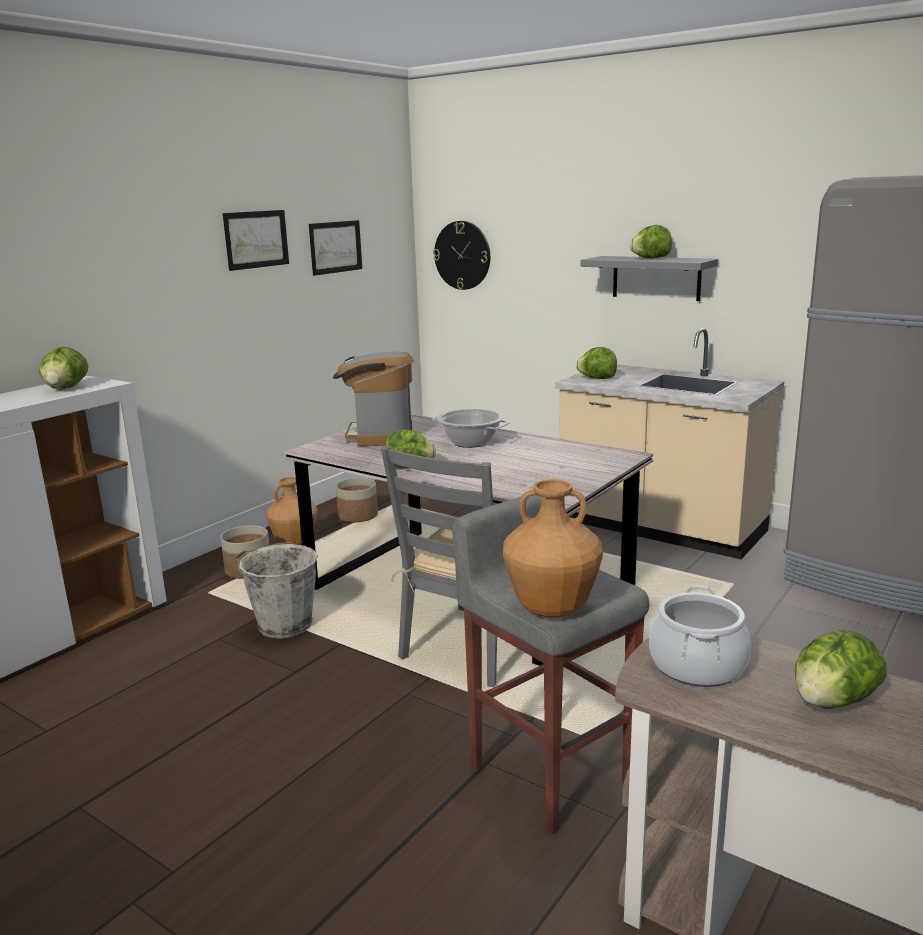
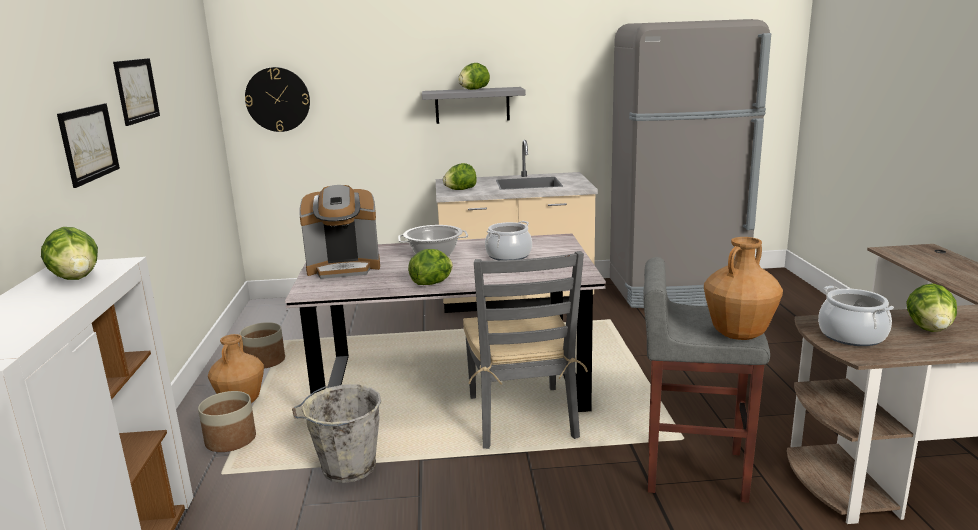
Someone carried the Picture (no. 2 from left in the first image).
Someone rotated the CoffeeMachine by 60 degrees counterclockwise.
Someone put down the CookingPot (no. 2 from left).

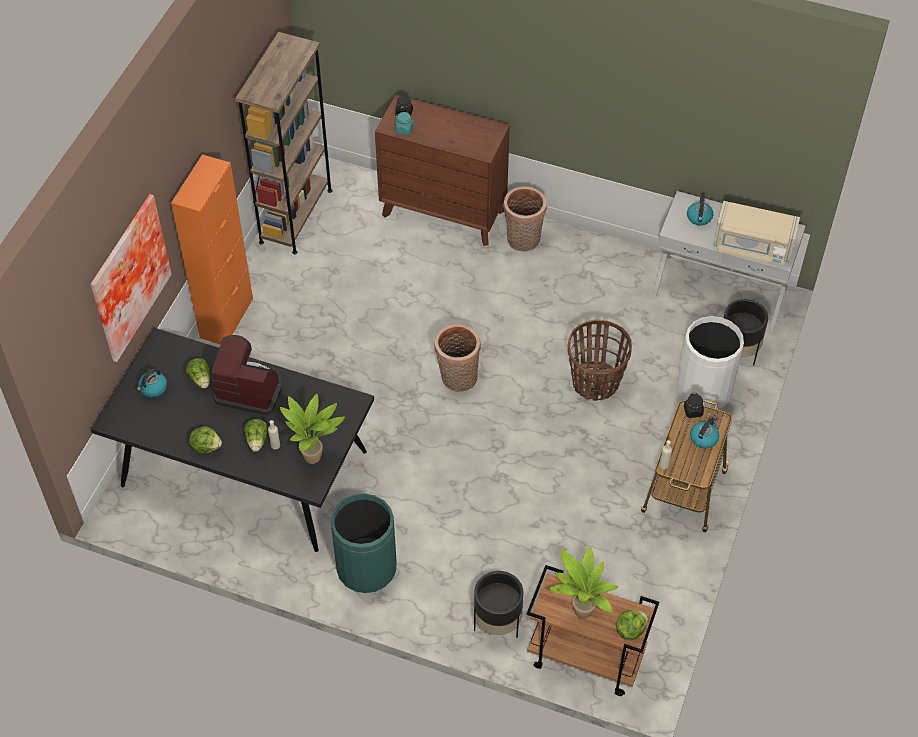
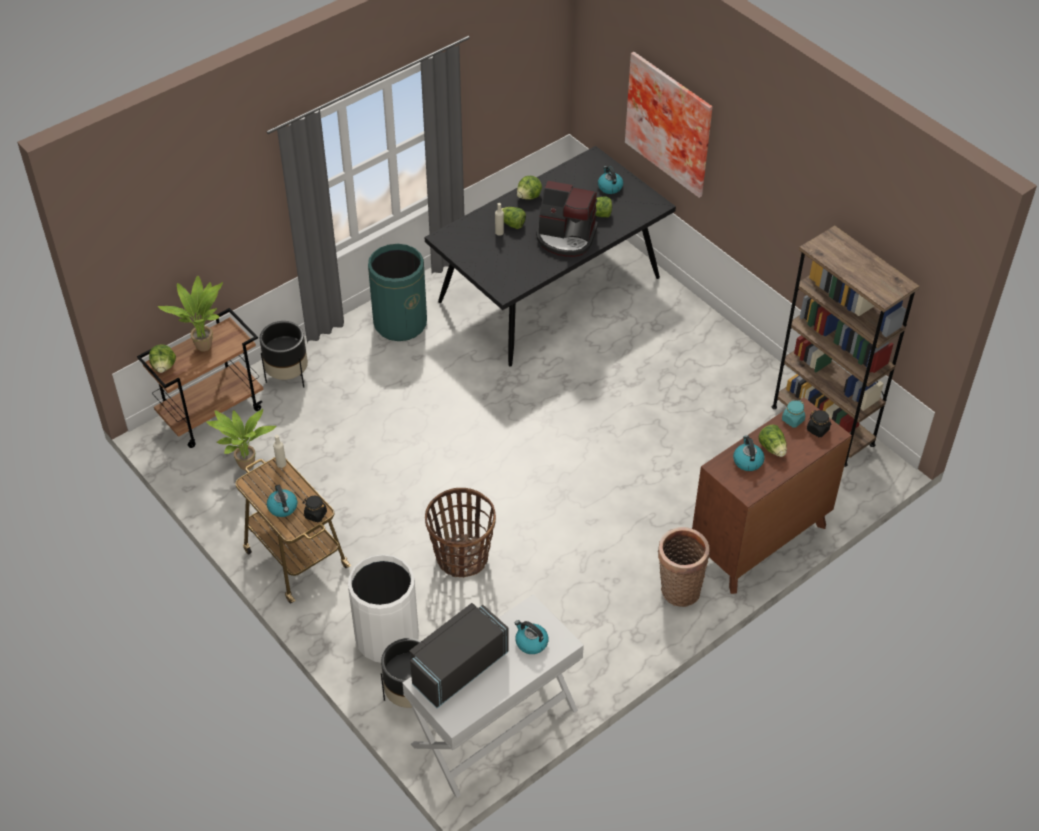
Someone took away the OrangeCabinet.
Someone rotated the CoffeeMachine by 60 degrees clockwise.
Someone carried the PottedPlant (no. 1 from left in the first image).
Someone took away the Basket (no. 1 from left).
Someone repainted the BeigeMicrowave, which became the BlackMicrowave.
Someone put down the Kettle (no. 4 from left).
Someone put down the Lettuce (no. 5 from left).

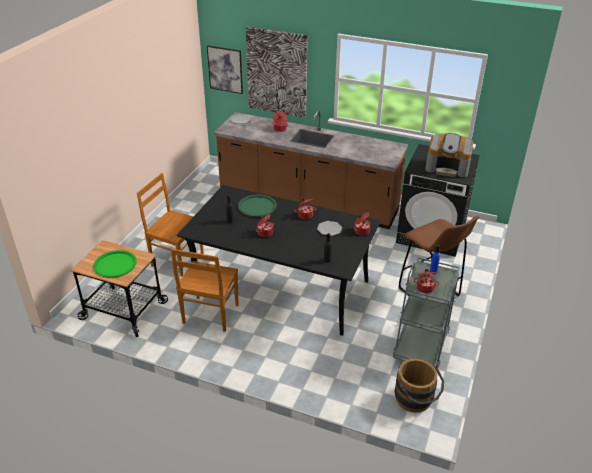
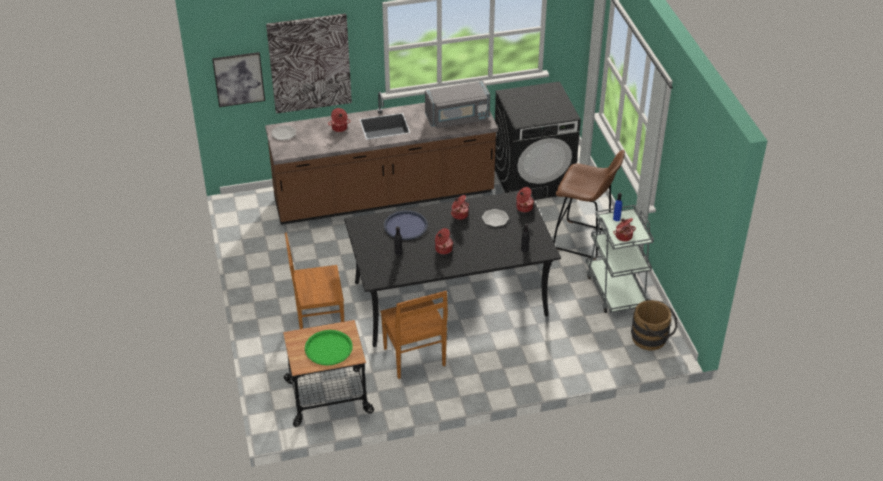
Someone repainted the GreenTray (no. 2 from left), which became the BlueTray.
Someone took away the CoffeeMachine.
Someone put down the GreyMicrowave.

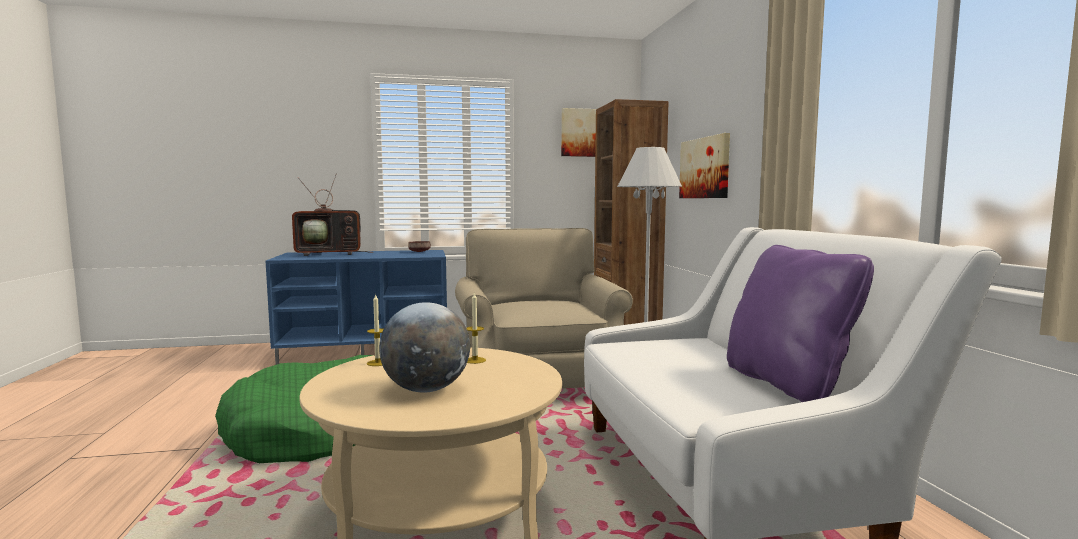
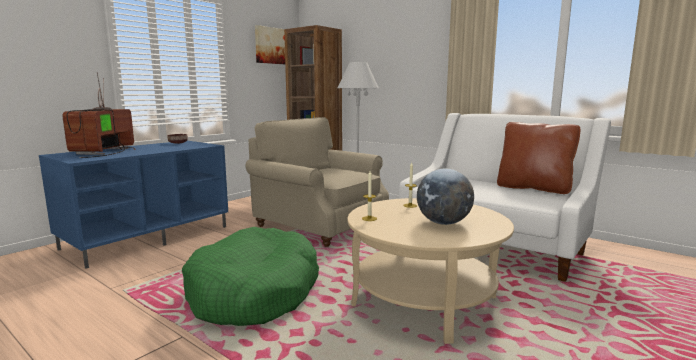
Someone rotated the Television by 150 degrees clockwise.
Someone took away the Picture (no. 2 from left).
Someone repainted the PurplePillow, which became the BrownPillow.

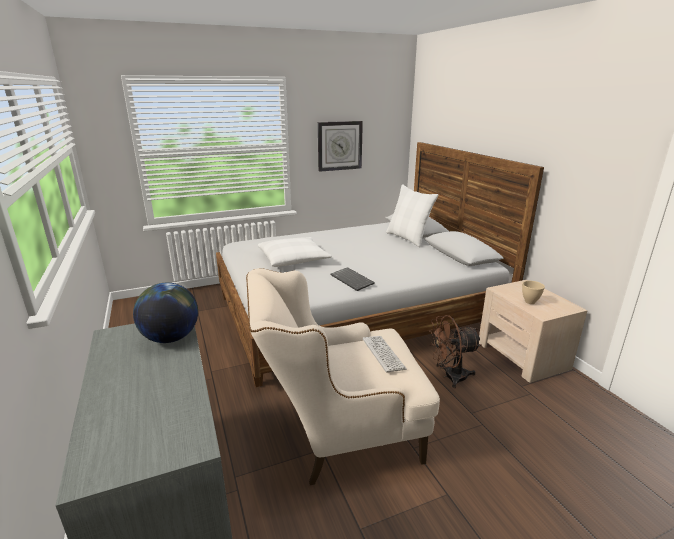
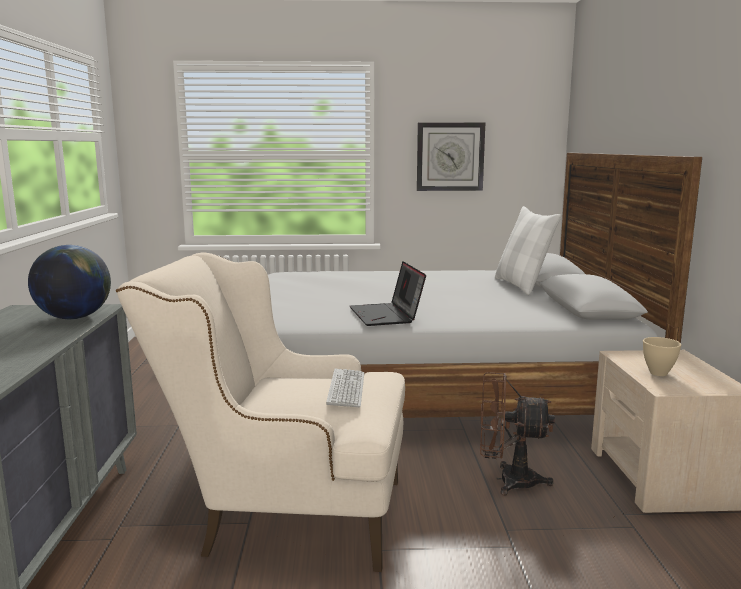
Someone took away the WhitePillow (no. 1 from left).
Someone swapped the Keyboard (no. 1 from left) for the Laptop.

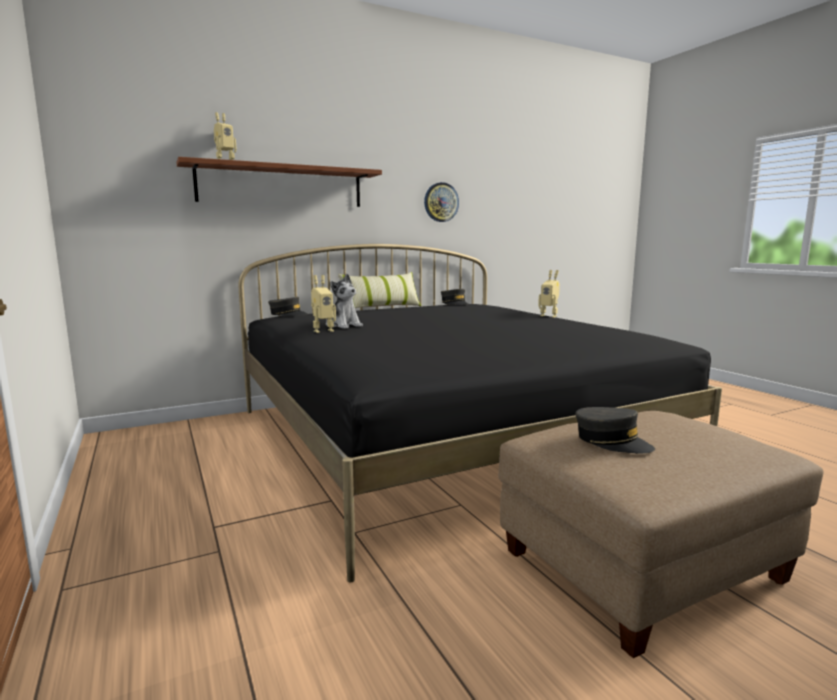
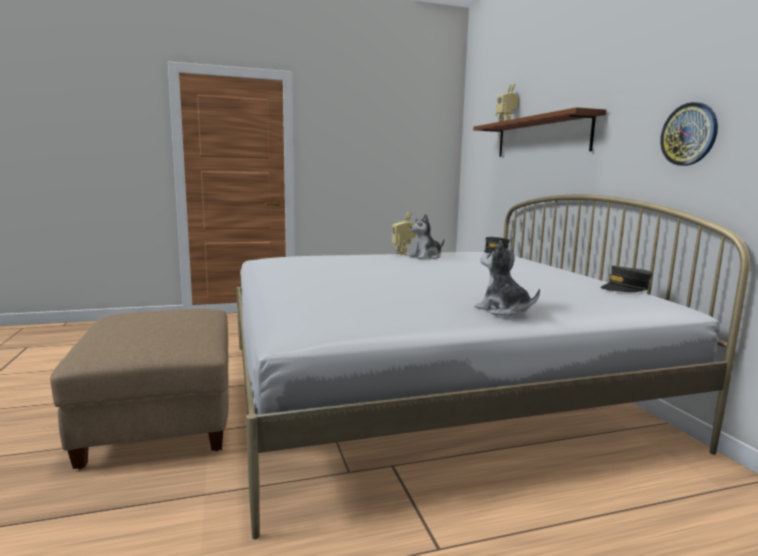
Someone repainted the BlackBed, which became the WhiteBed.
Someone took away the Pillow.
Someone swapped the ToyRobot (no. 3 from left) for the PlushToy (no. 2 from left).
Someone took away the GreyCap (no. 3 from left).

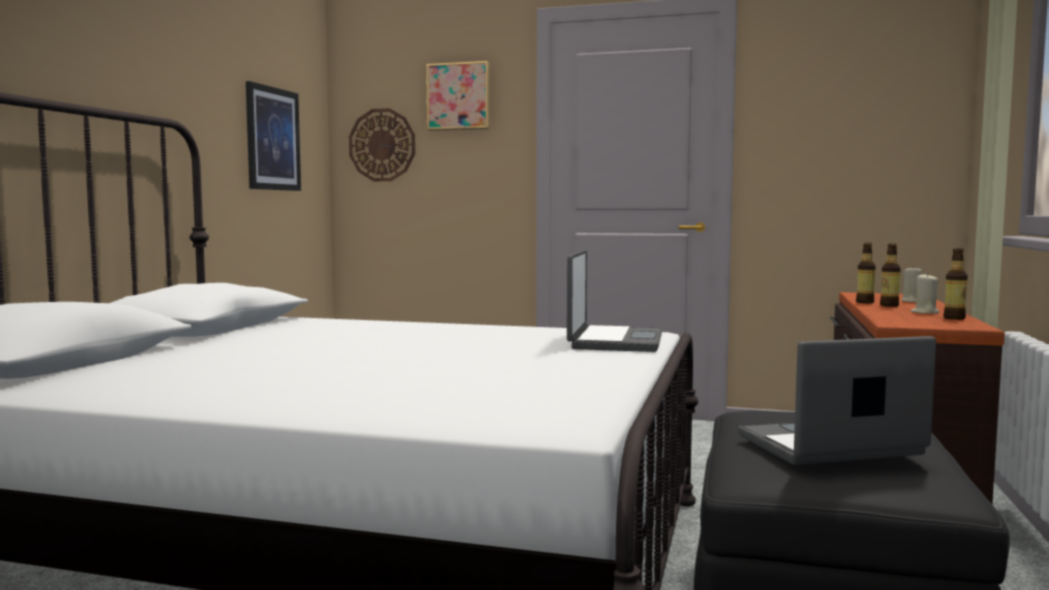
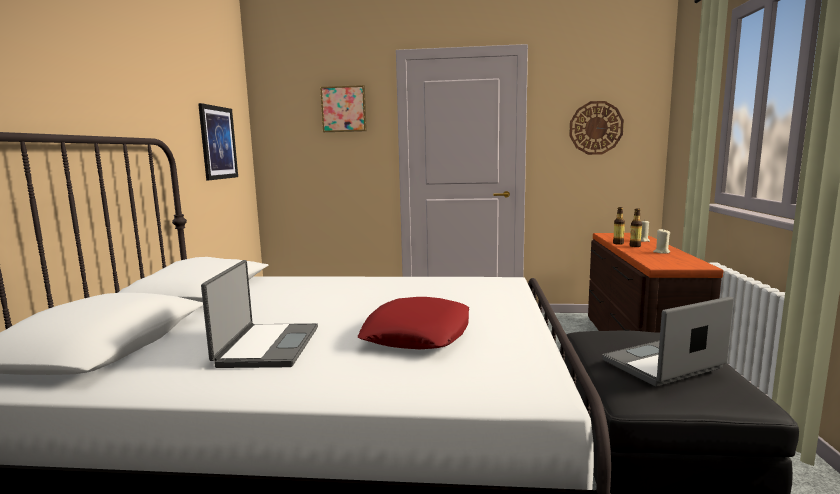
Someone carried the WallClock.
Someone carried the Laptop (no. 1 from left).
Someone took away the Bottle (no. 3 from left).
Someone put down the RedPillow.

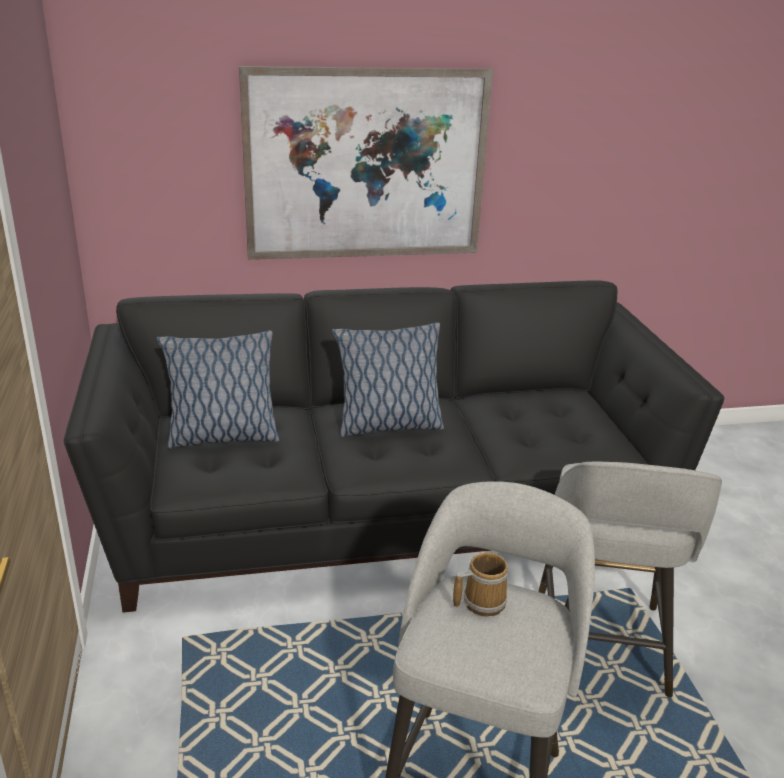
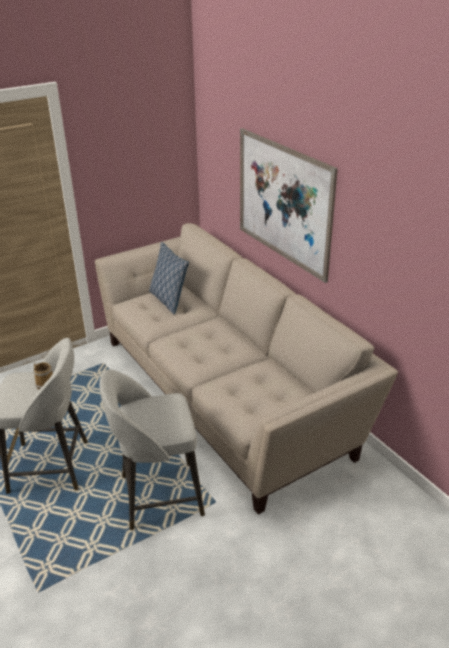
Someone repainted the BlackSofa, which became the BeigeSofa.
Someone took away the Pillow (no. 2 from left).

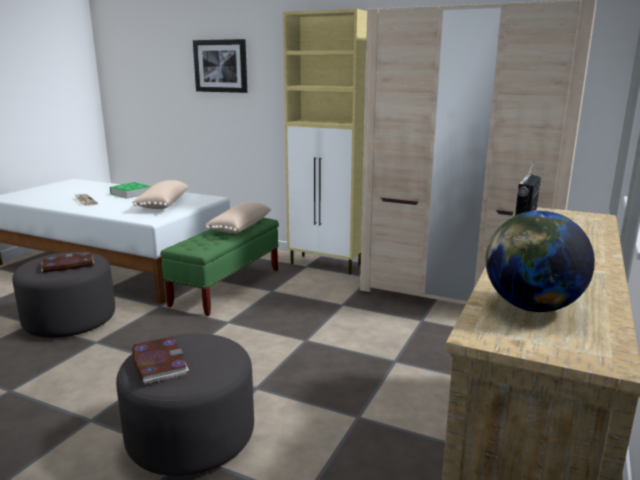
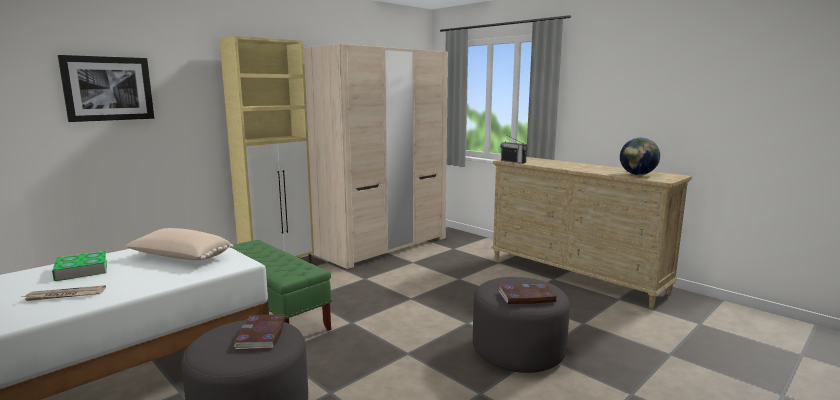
Someone took away the BeigePillow (no. 2 from left).

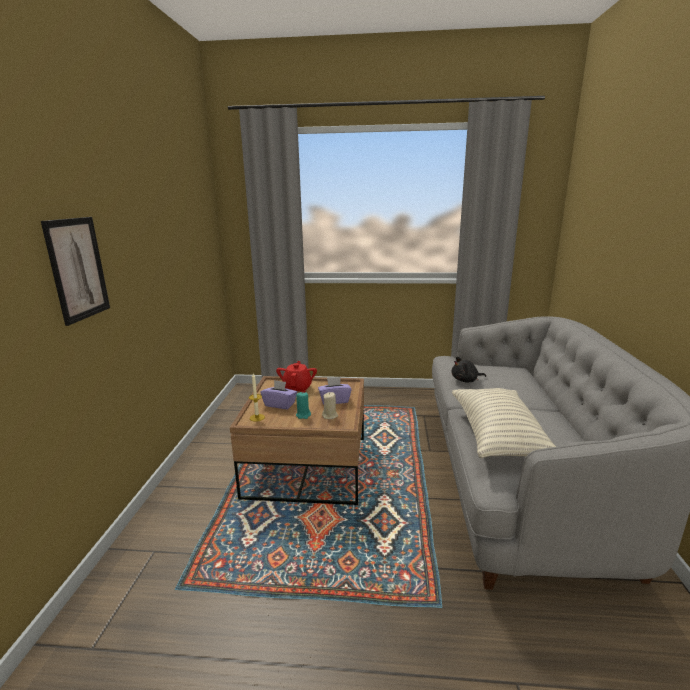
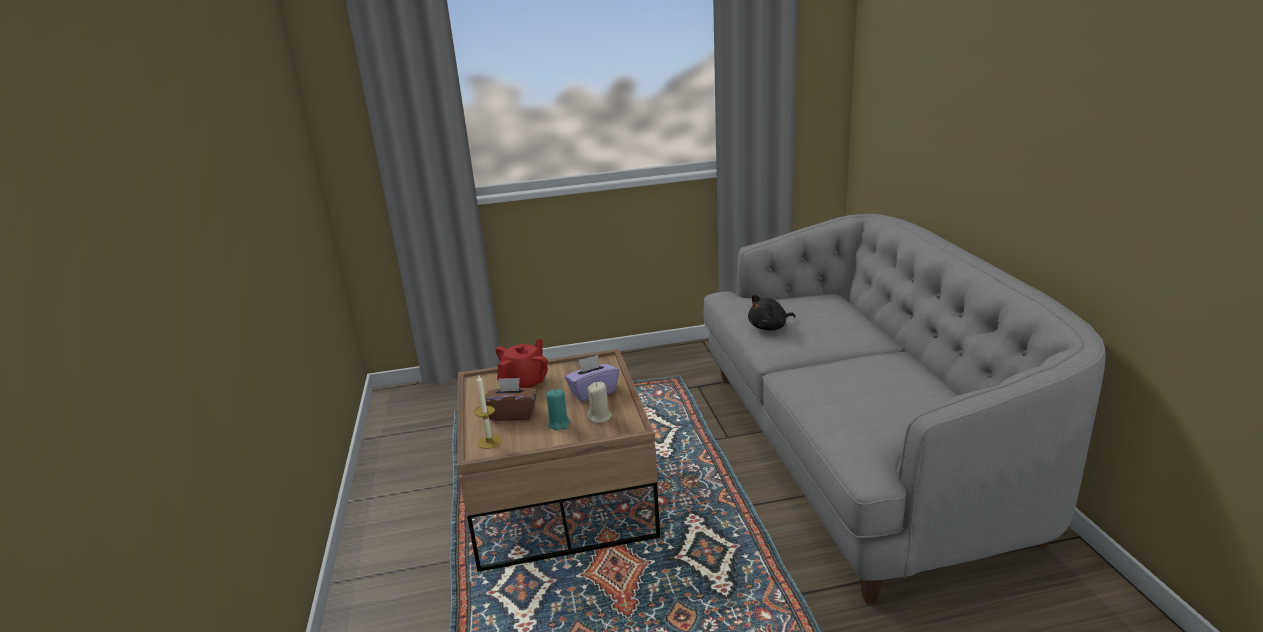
Someone took away the Picture.
Someone repainted the PurpleTissueBox (no. 1 from left), which became the BrownTissueBox.
Someone rotated the RedTeapot by 45 degrees clockwise.
Someone took away the Pillow.

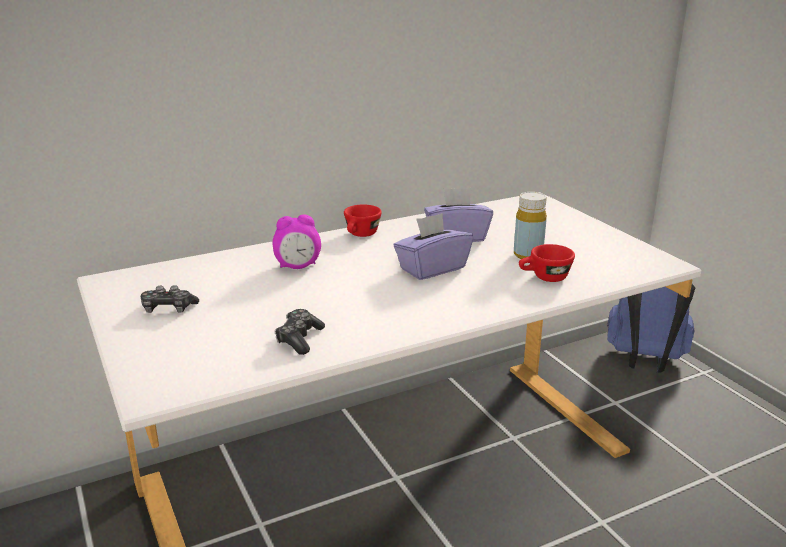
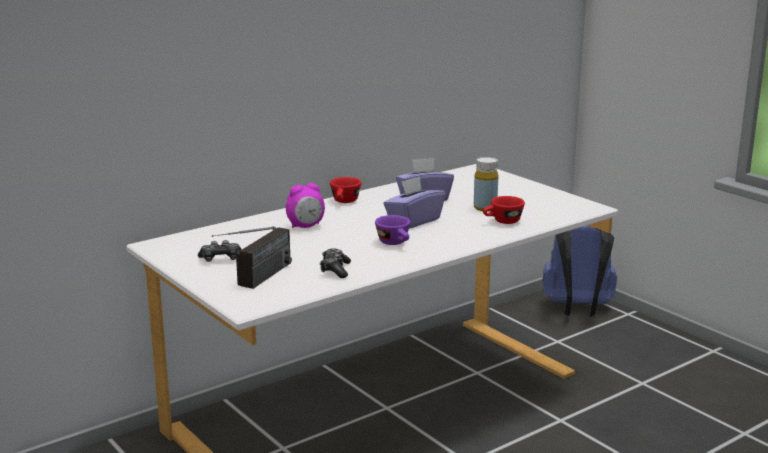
Someone put down the Radio.
Someone put down the PurpleCup.

